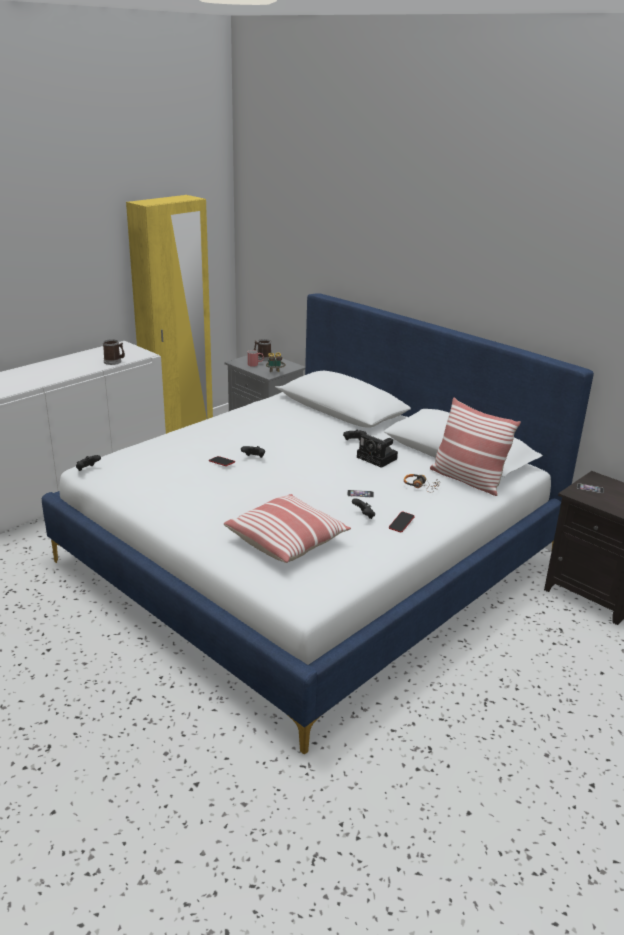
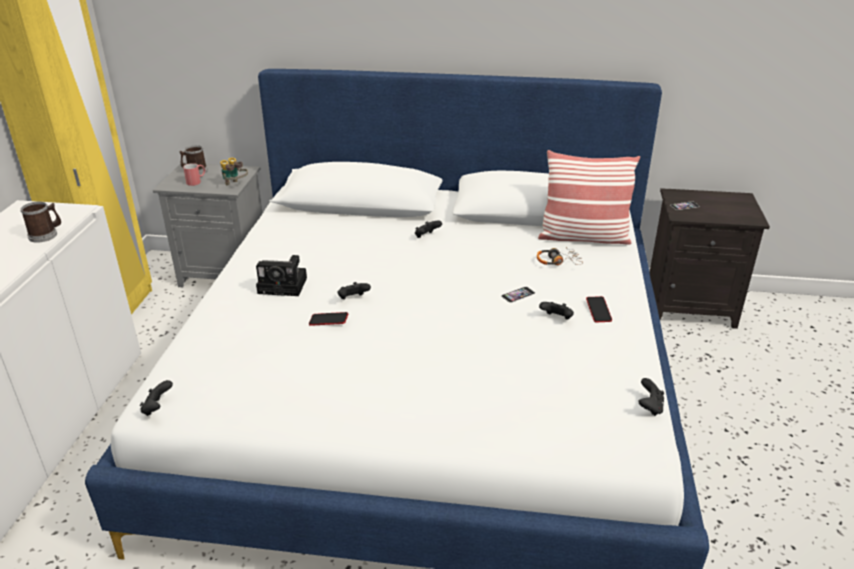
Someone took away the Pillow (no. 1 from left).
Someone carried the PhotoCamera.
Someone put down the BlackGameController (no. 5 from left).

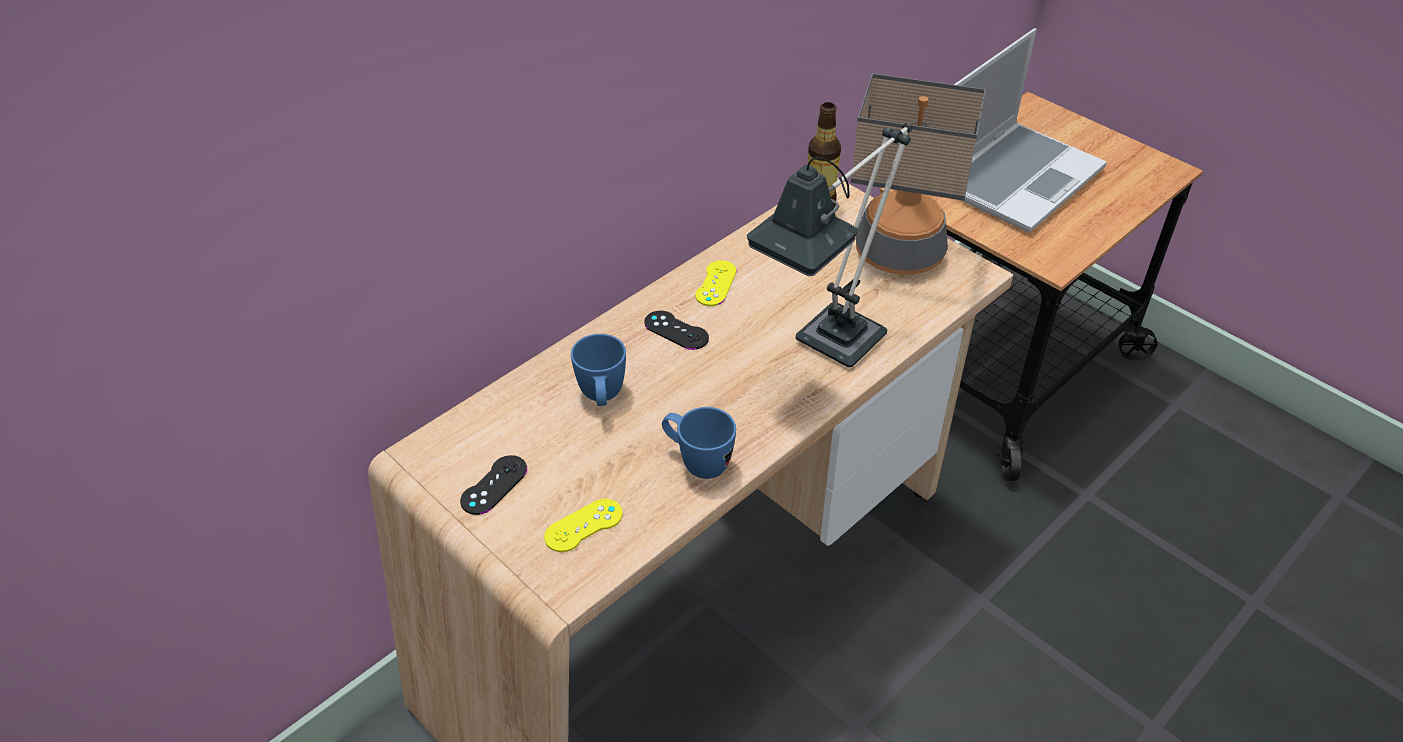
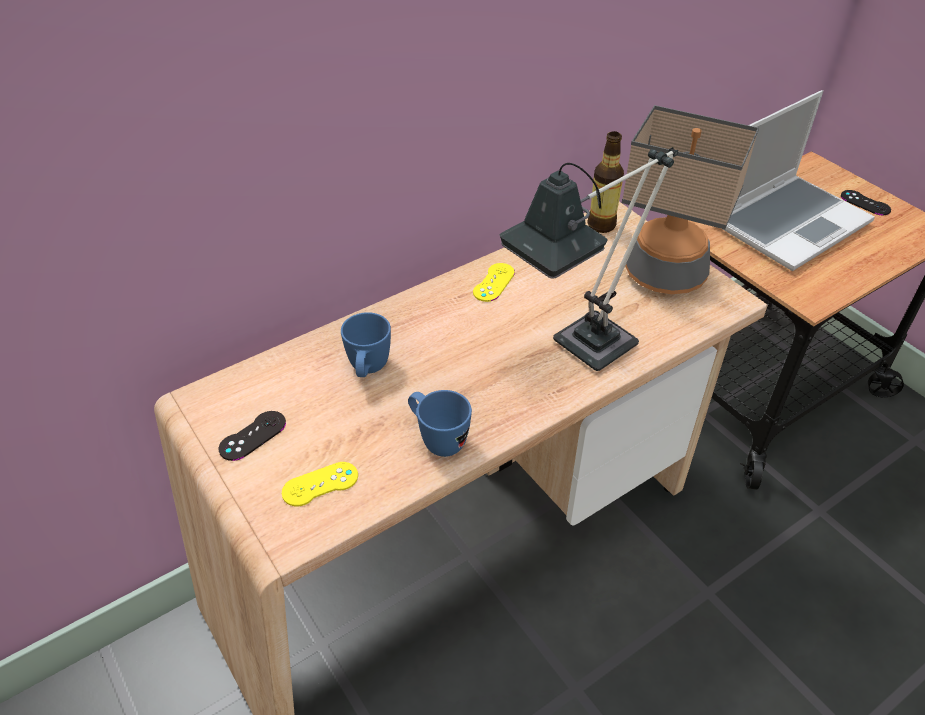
Someone carried the BlackGameController (no. 2 from left).

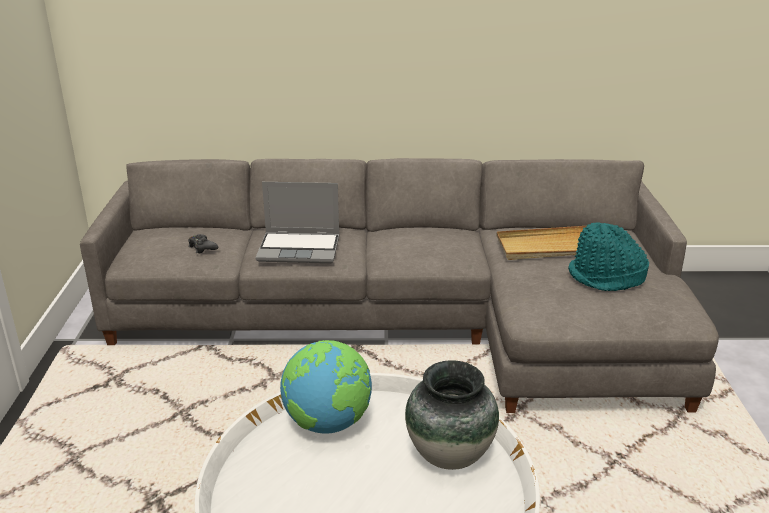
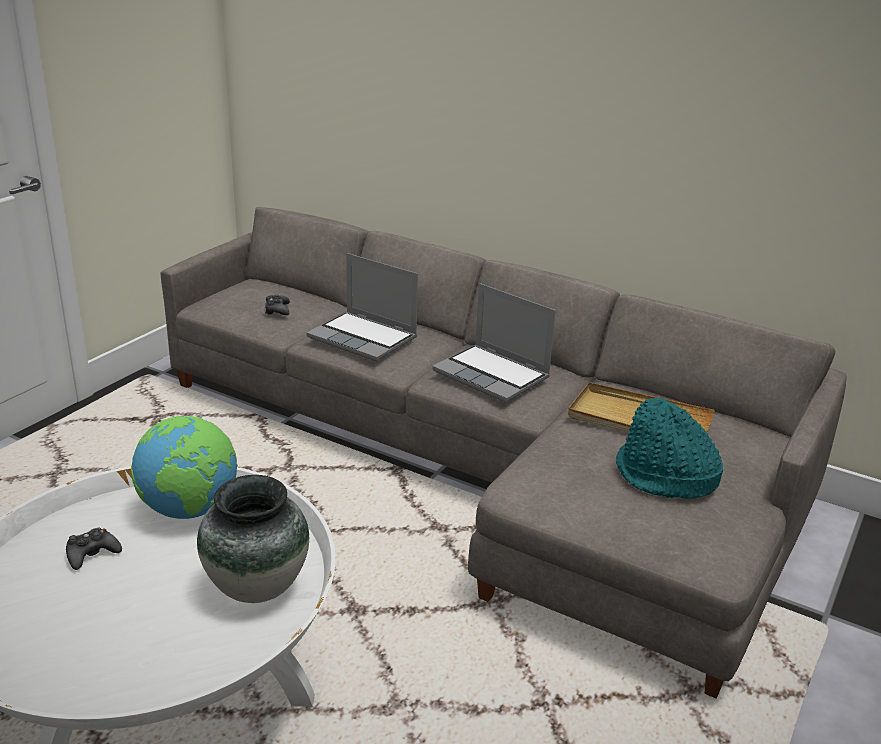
Someone put down the BlackGameController (no. 1 from left).
Someone put down the Laptop (no. 2 from left).

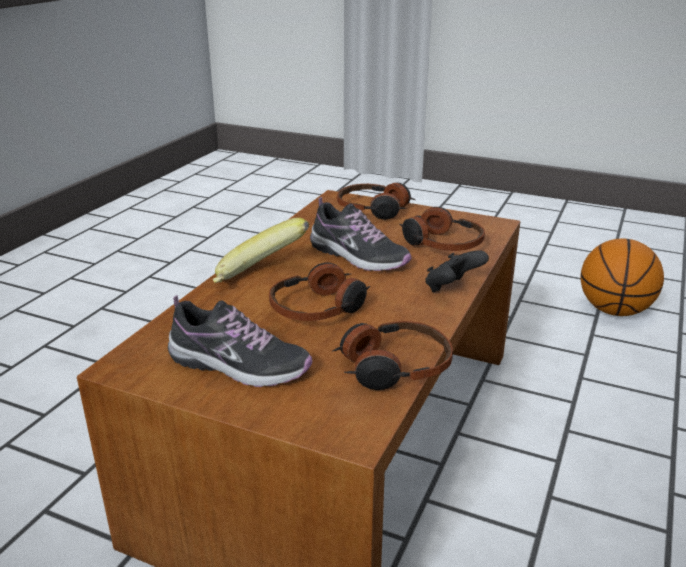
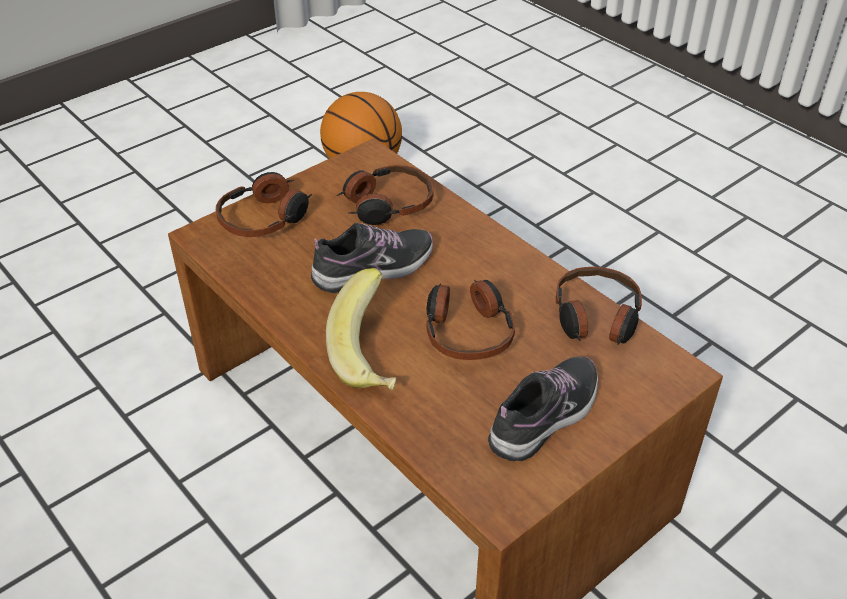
Someone took away the BlackGameController.

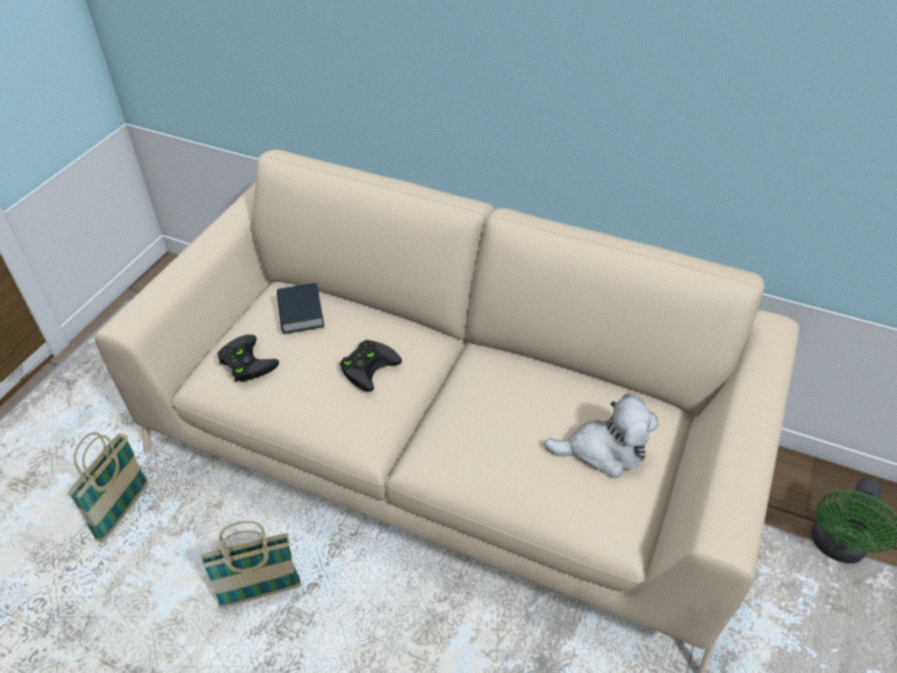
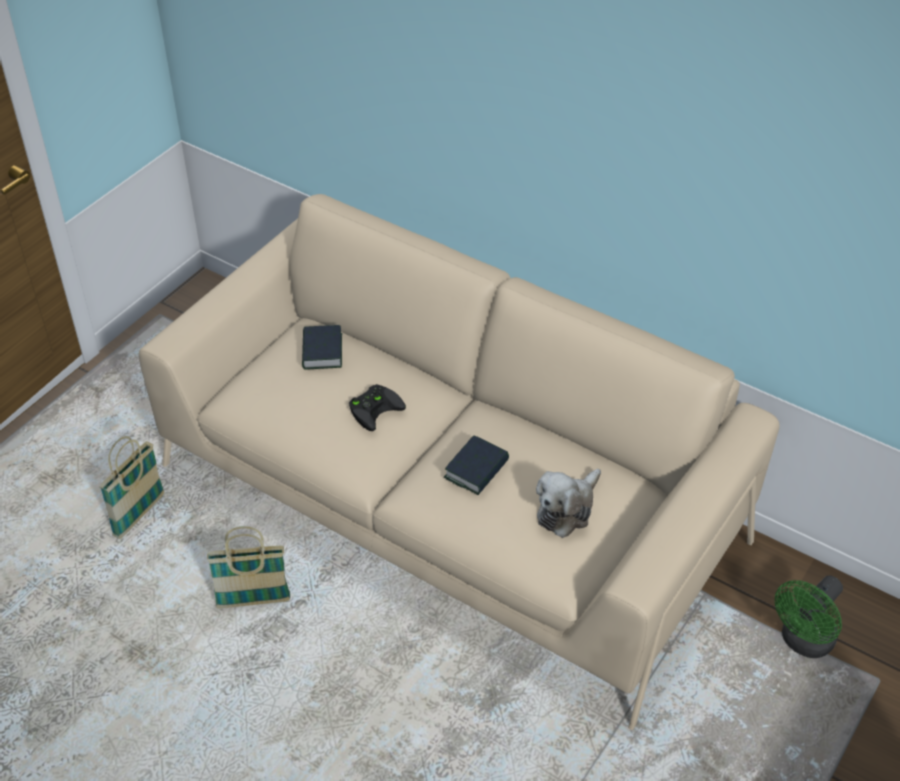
Someone took away the BlackGameController (no. 1 from left).
Someone rotated the PlushToy by 120 degrees clockwise.
Someone put down the Book (no. 2 from left).

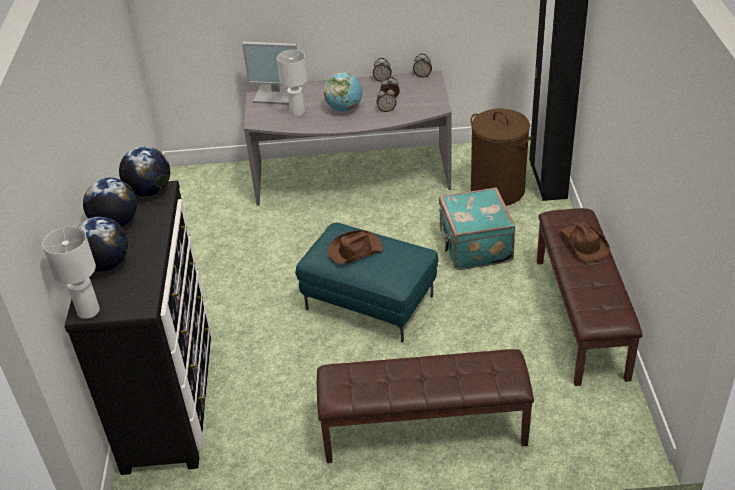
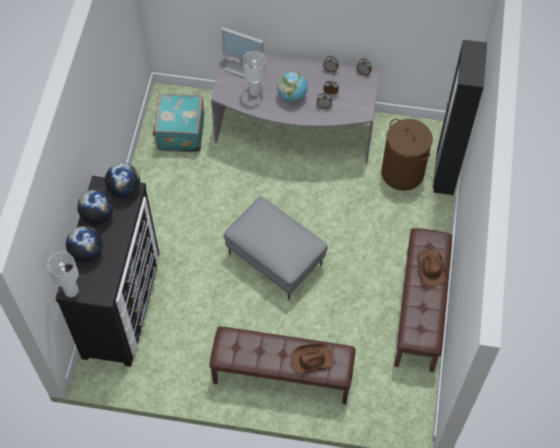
Someone repainted the TurquoiseOttoman, which became the GreyOttoman.
Someone carried the BrownHat (no. 1 from left).
Someone carried the TurquoiseSuitcase.

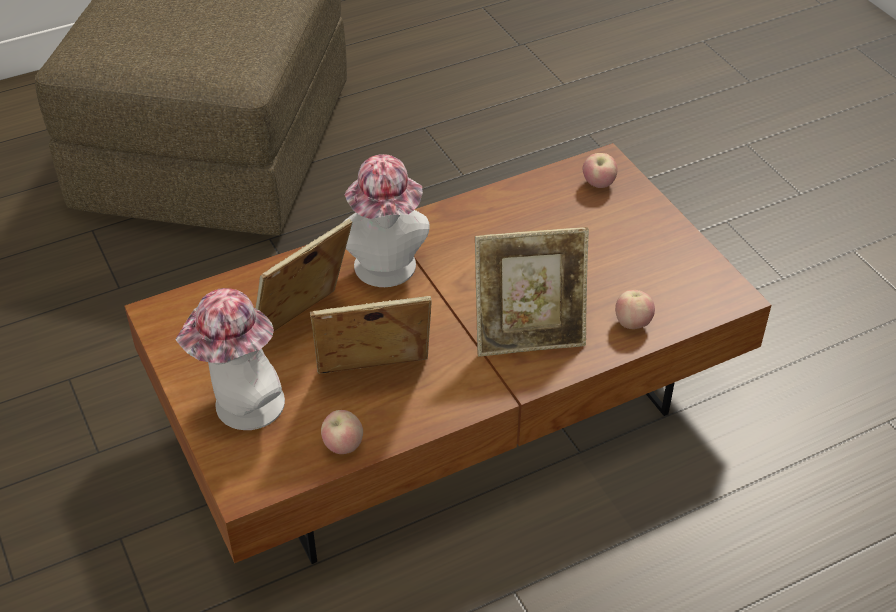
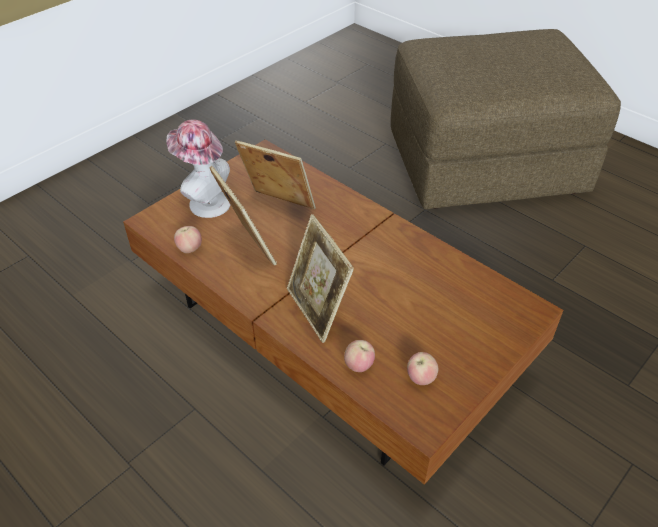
Someone took away the Hat (no. 2 from left).
Someone carried the Apple (no. 2 from left in the first image).

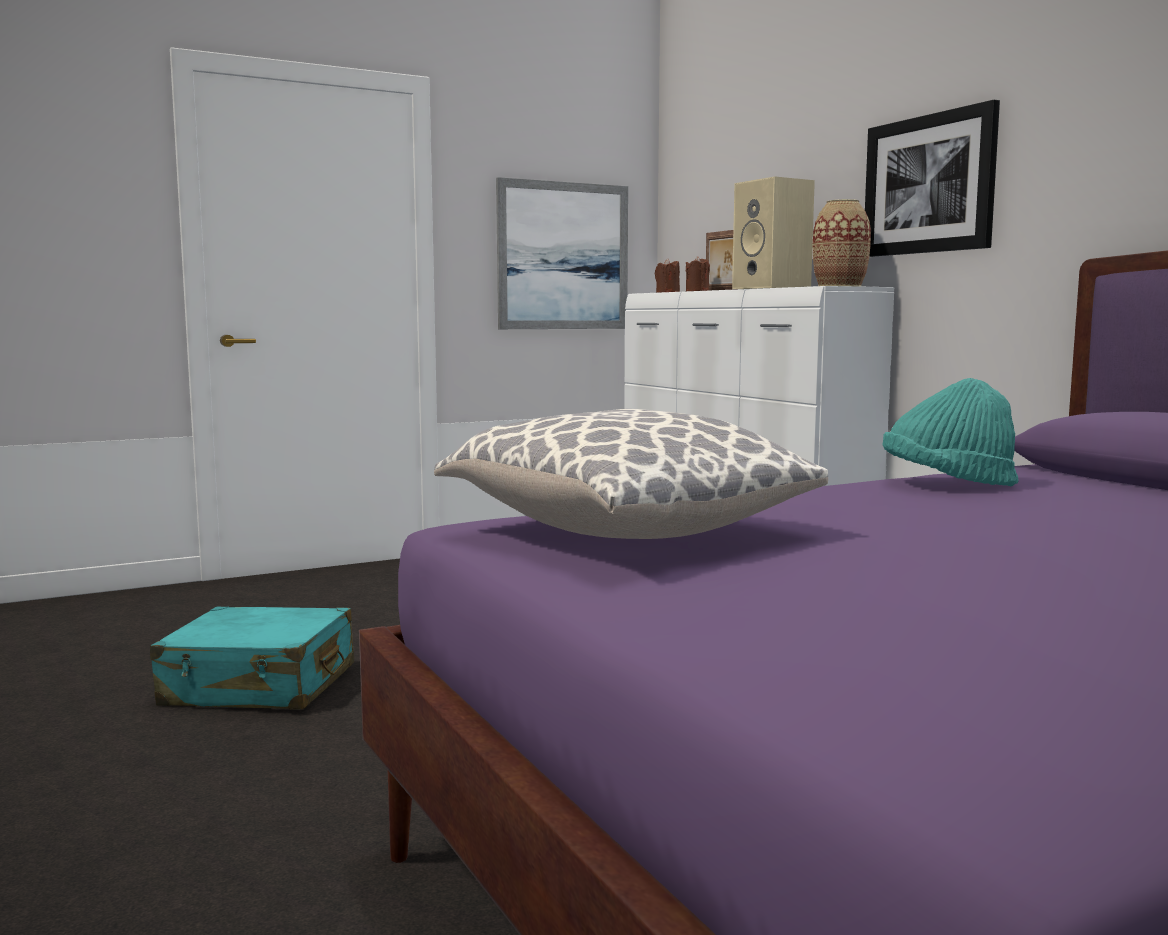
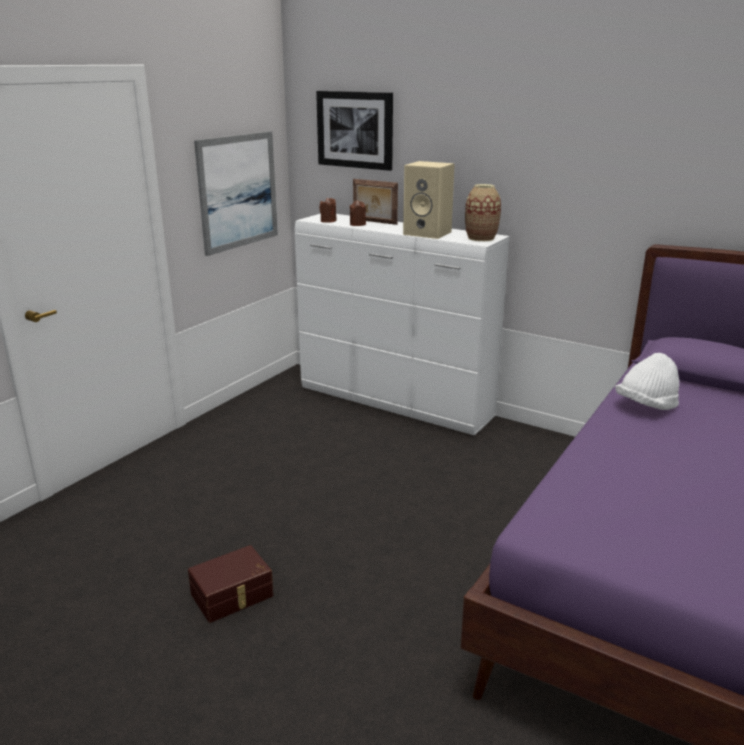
Someone swapped the TurquoiseSuitcase for the BrownStorageBox.
Someone took away the Pillow.
Someone carried the Picture (no. 2 from left).
Someone repainted the TurquoiseHat, which became the WhiteHat.

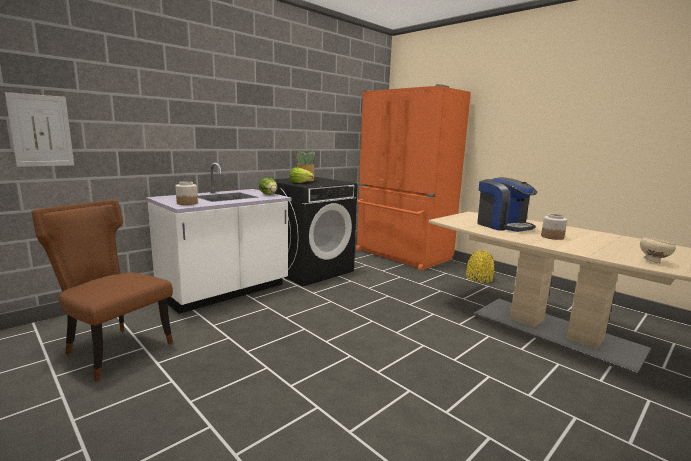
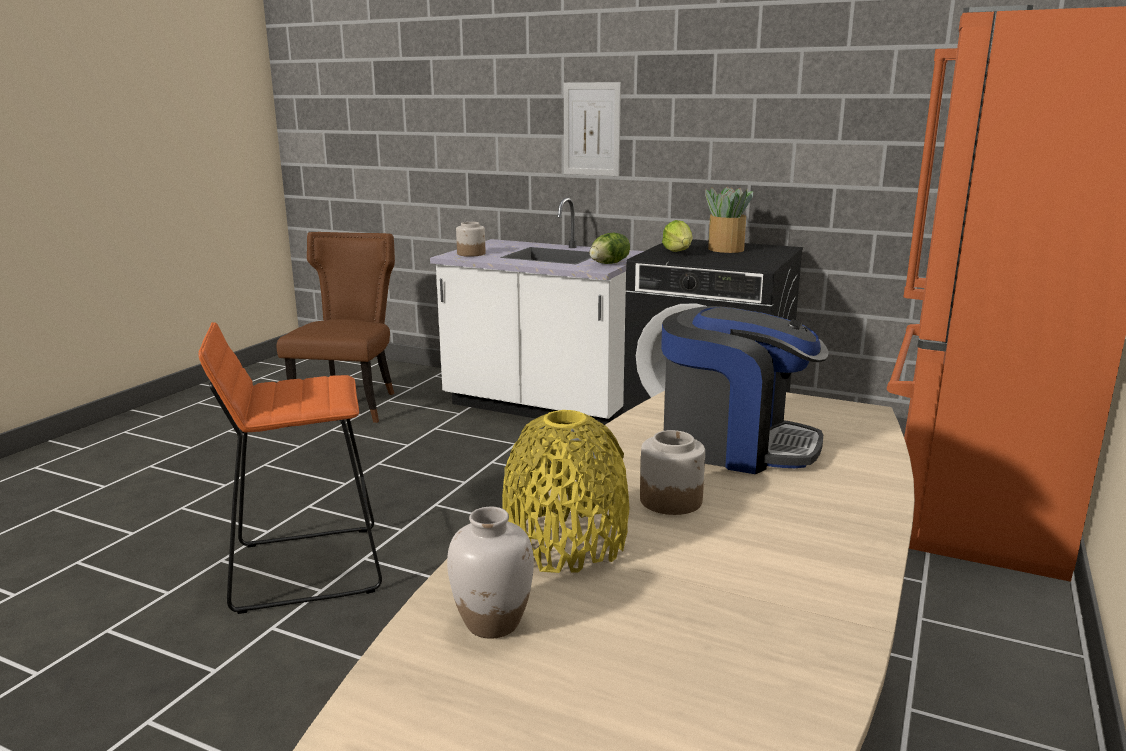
Someone carried the Picture.
Someone carried the YellowVase.
Someone rotated the CoffeeMachine by 105 degrees counterclockwise.
Someone swapped the BeigeBowl for the WhiteVase.
Someone put down the OrangeStool.

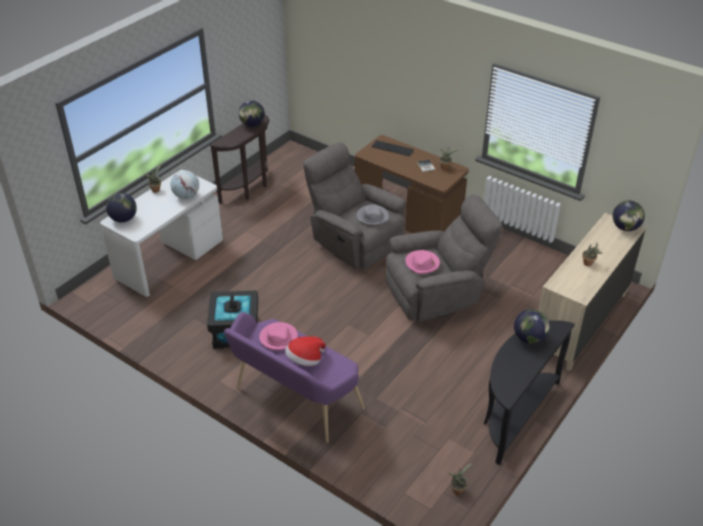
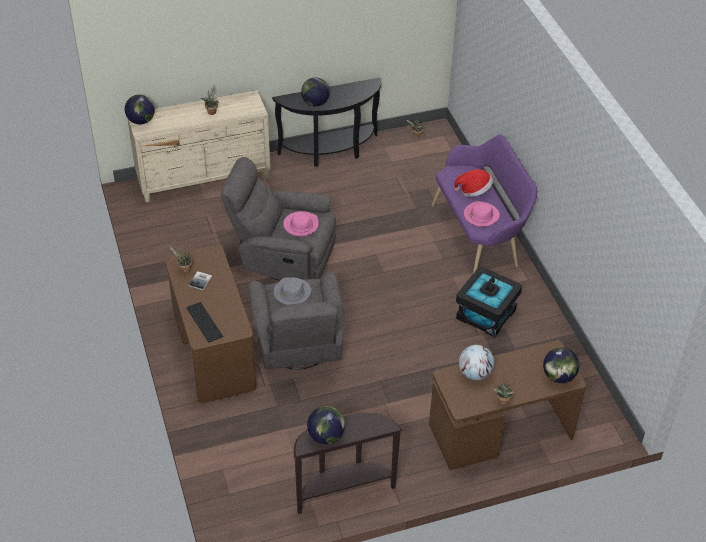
Someone repainted the WhiteDesk, which became the BrownDesk (no. 2 from left).

